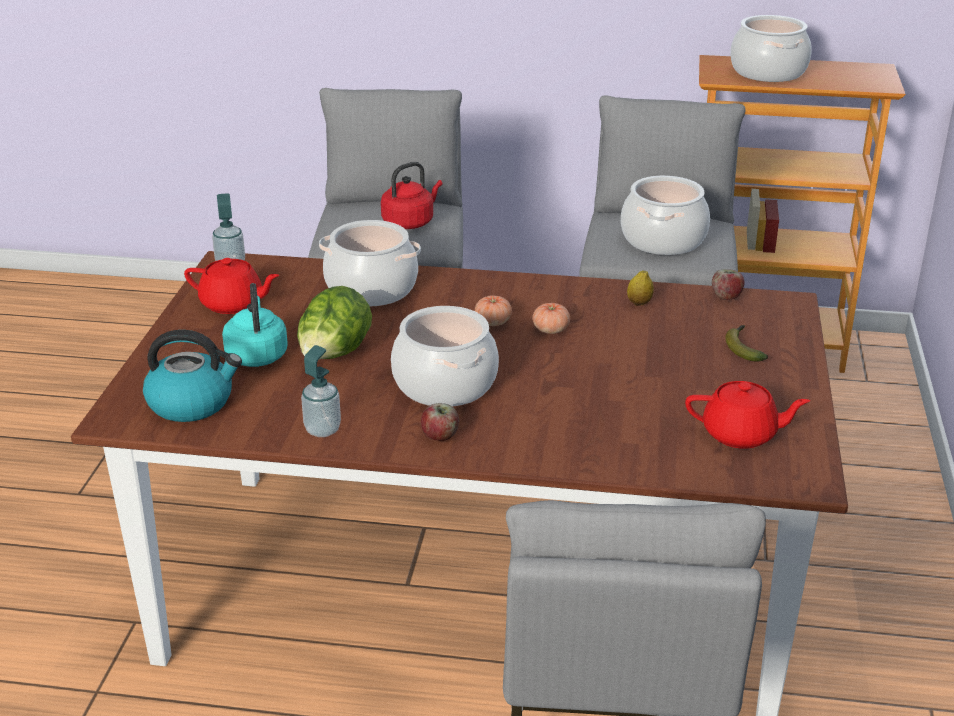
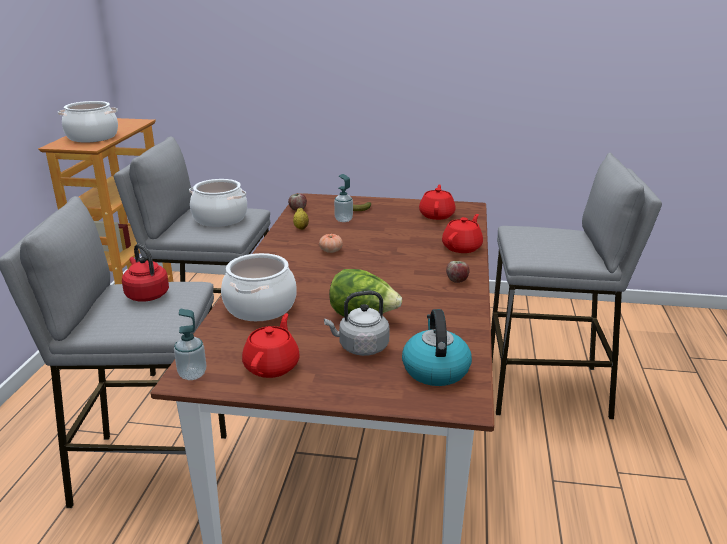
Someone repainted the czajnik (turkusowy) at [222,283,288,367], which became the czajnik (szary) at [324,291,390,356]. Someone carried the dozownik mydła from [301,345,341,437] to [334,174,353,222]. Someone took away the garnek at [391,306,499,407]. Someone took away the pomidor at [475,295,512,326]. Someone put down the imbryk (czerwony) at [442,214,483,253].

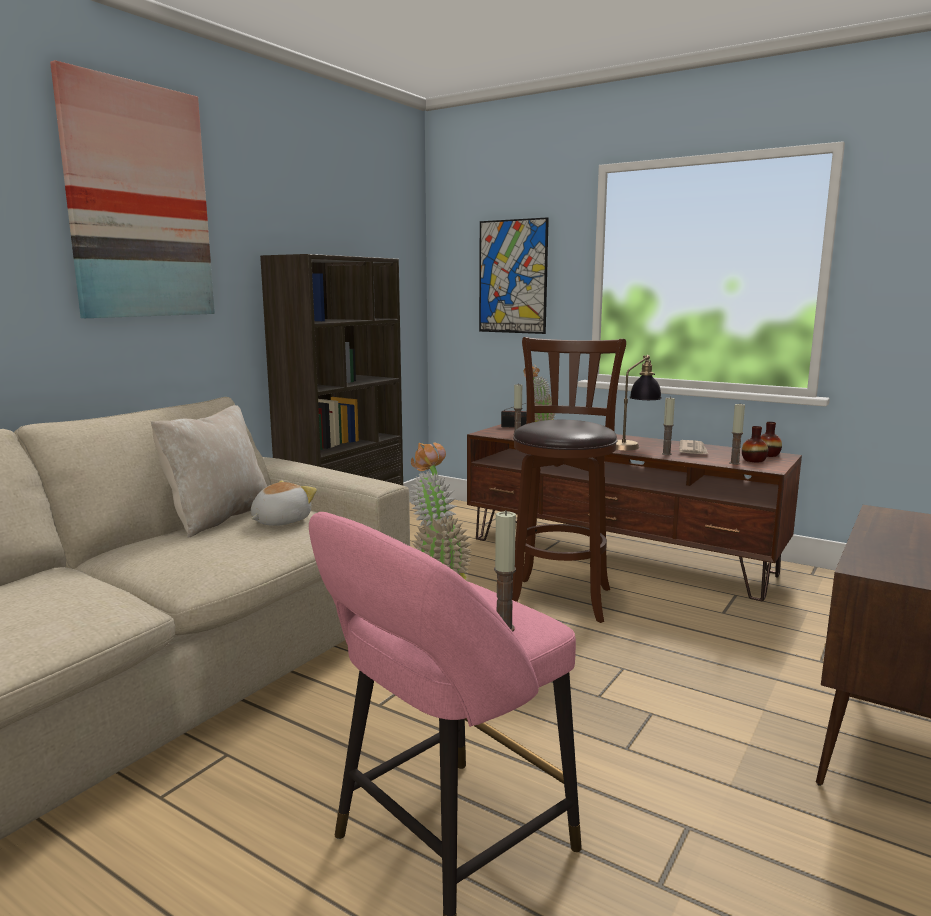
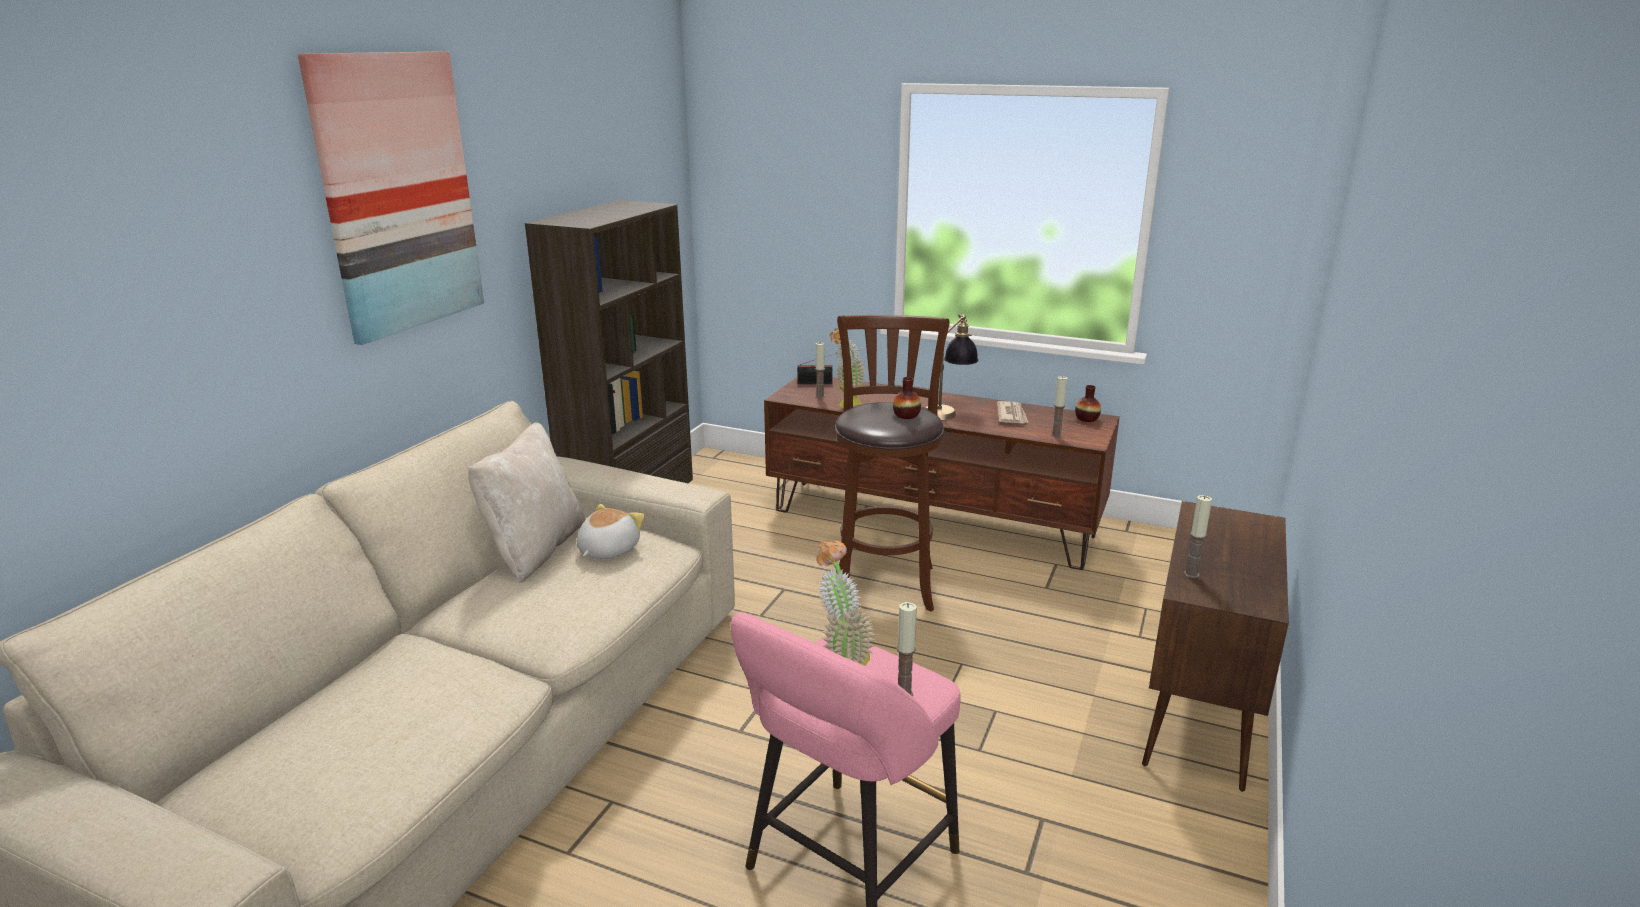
Someone took away the obraz at [479,217,549,334]. Someone carried the świeca from [662,397,675,455] to [1184,495,1212,578]. Someone carried the wazon from [742,426,768,462] to [893,377,921,419].

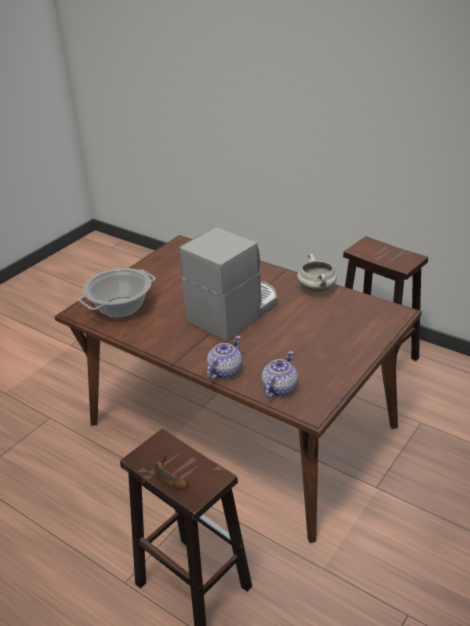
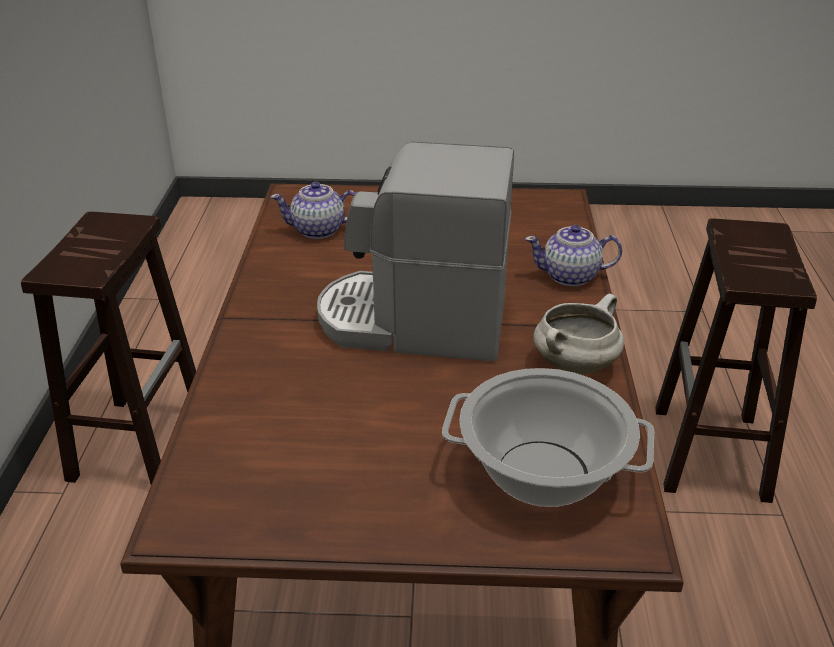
Someone took away the banan at [153,455,189,489]. Someone carried the imbryk from [261,351,298,398] to [270,182,356,239]. Someone carried the garnek (biały) from [297,254,337,292] to [533,294,624,375].

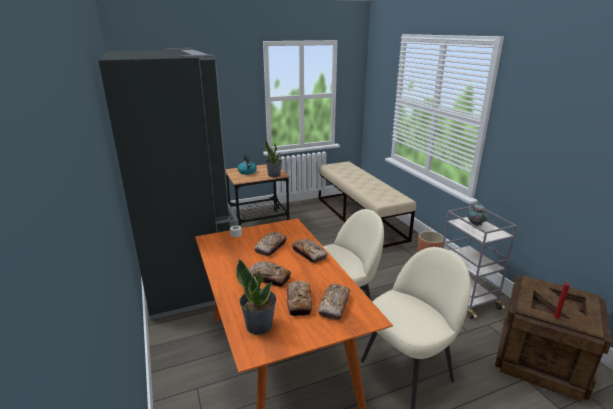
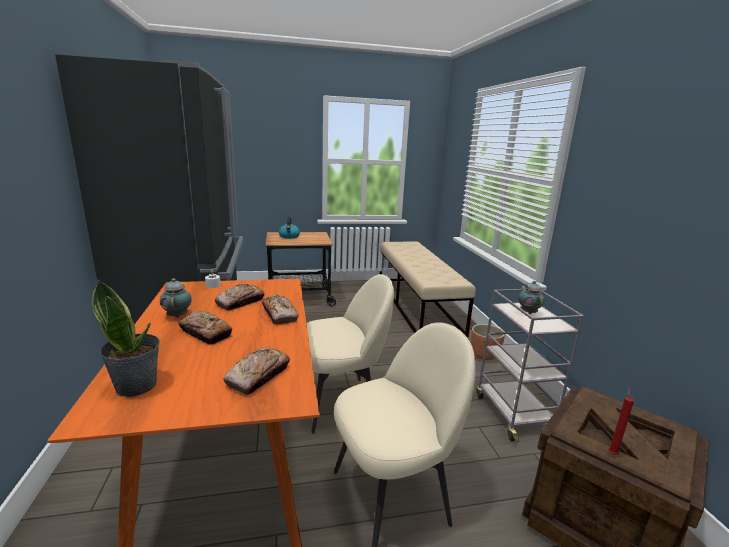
Someone took away the roślina doniczkowa at [265,141,282,177]. Someone took away the chleb at [287,281,312,316]. Someone put down the imbryk at [160,278,192,318].

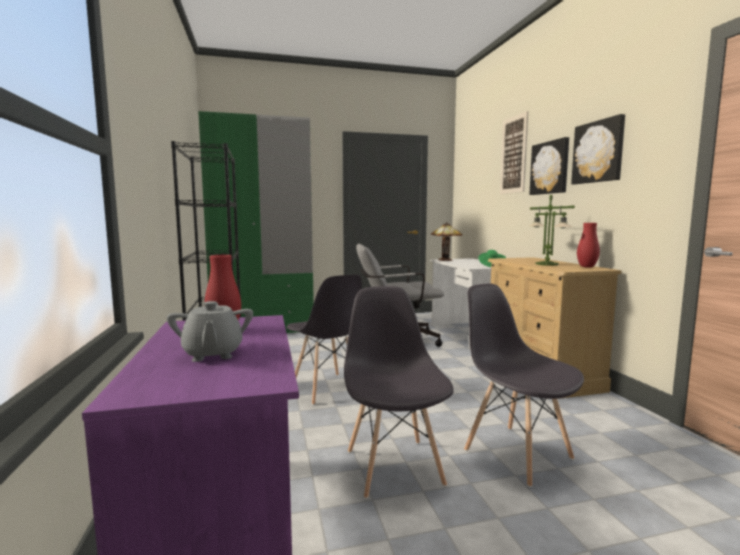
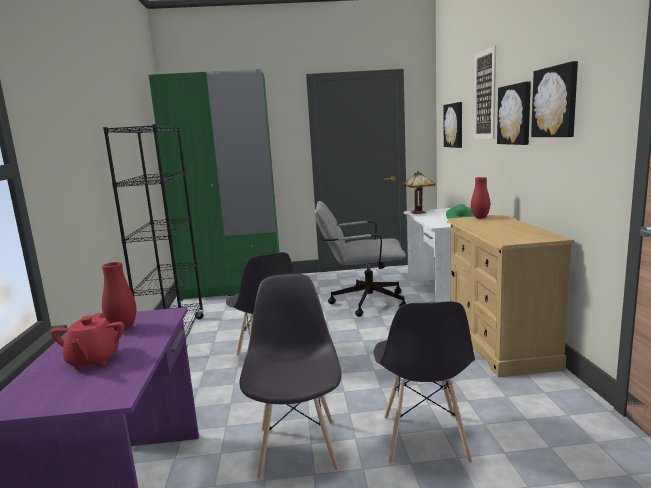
Someone repainted the imbryk (szary) at [167,301,253,362], which became the imbryk (czerwony) at [51,313,125,370]. Someone rotated the krzesło (szary) at [464,284,584,487] by 150 degrees counterclockwise. Someone took away the lampa stołowa at [529,195,575,266]. Someone carried the wazon (czerwony) from [577,223,600,267] to [471,177,490,219]. Someone put up the obraz at [444,102,462,148].

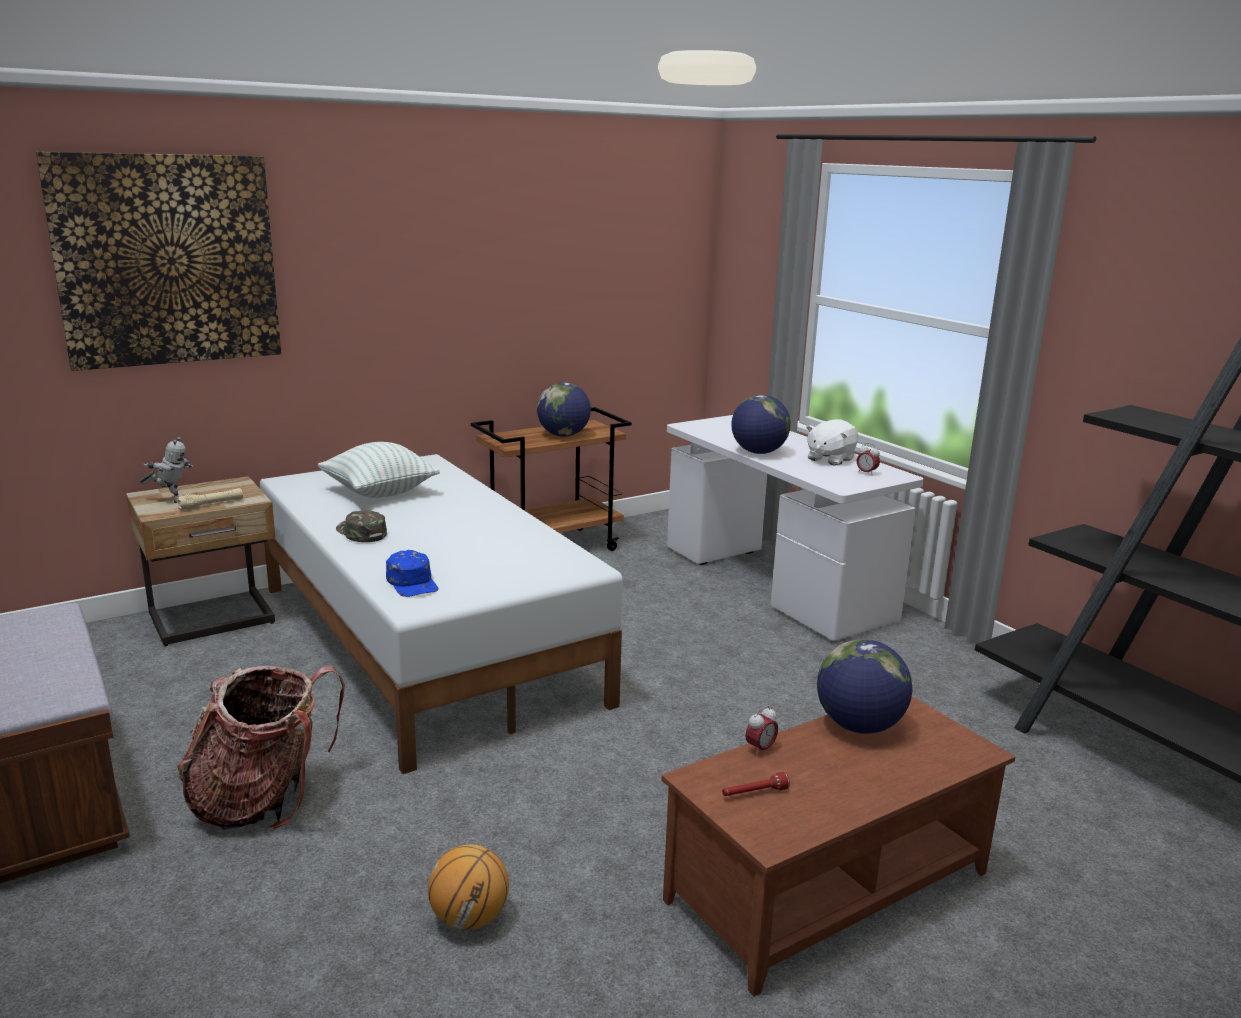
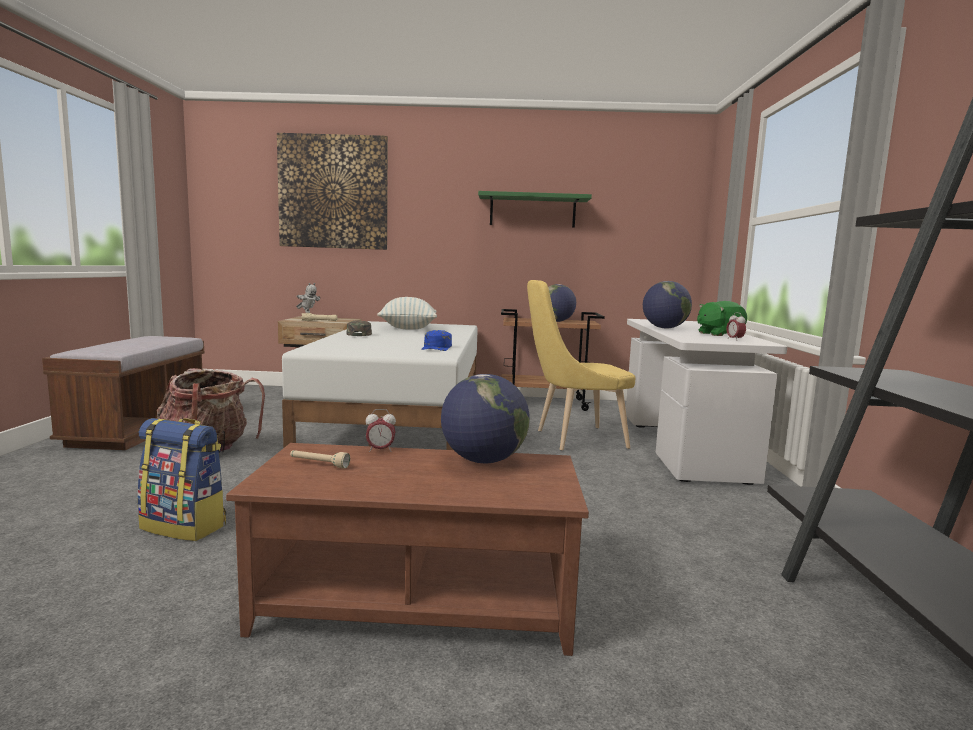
Someone carried the czapka z daszkiem (niebieski) from [386,550,439,597] to [421,330,452,351]. Someone swapped the piłka do koszykówki at [428,844,509,930] for the plecak at [137,418,226,541]. Someone repainted the latarka (czerwony) at [722,772,790,796], which became the latarka (beżowy) at [290,450,350,468]. Someone repainted the pluszak (biały) at [806,419,858,466], which became the pluszak (zielony) at [697,301,747,336]. Someone put up the półka (zielony) at [478,191,592,228]. Someone put down the krzesło (żółty) at [527,280,635,451].

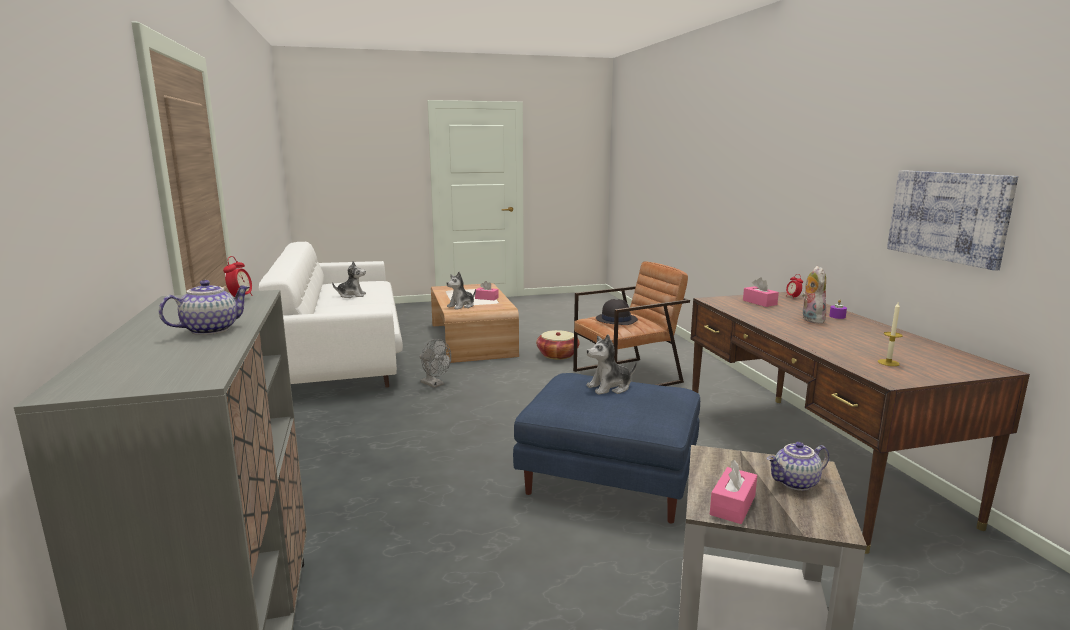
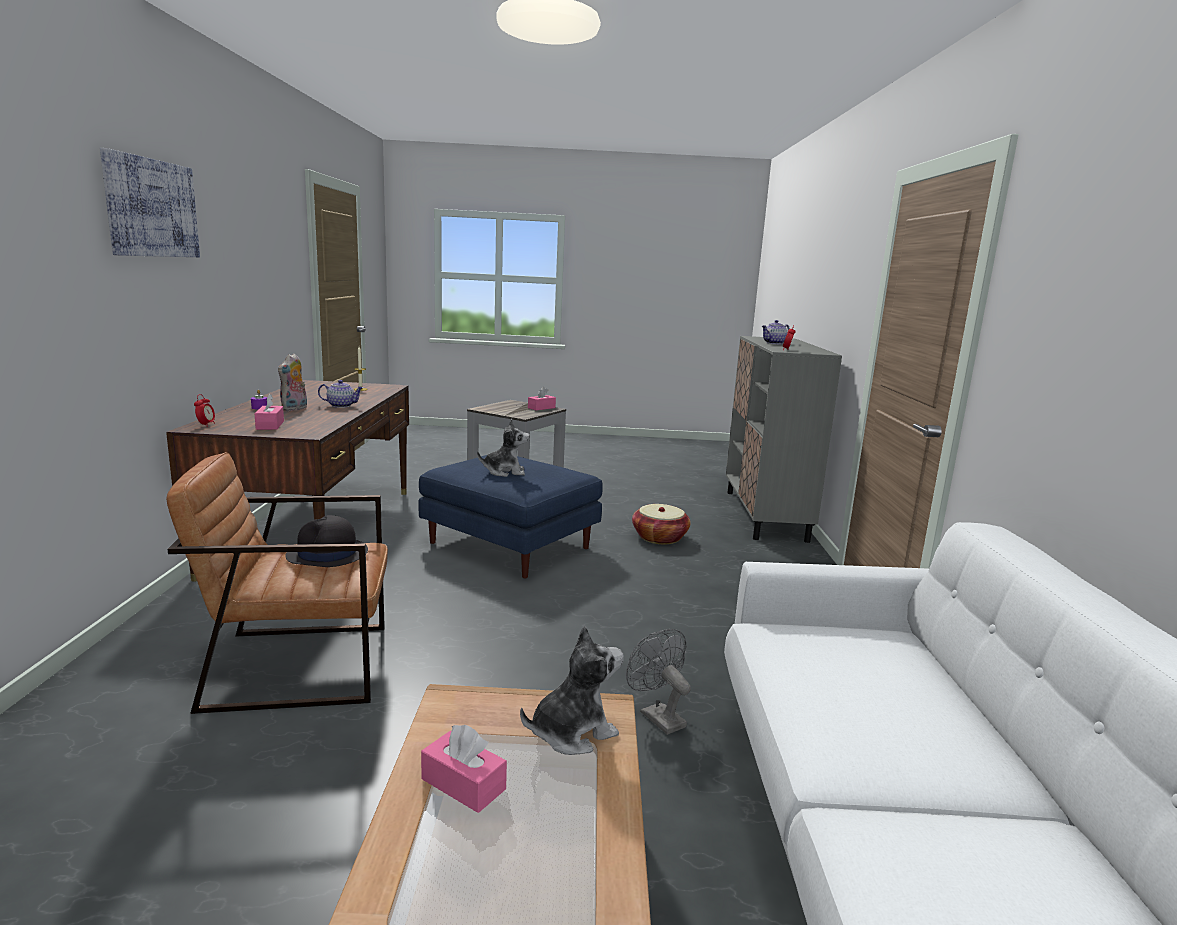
Someone took away the pluszak at [332,261,366,298]. Someone carried the koszyk from [536,330,580,359] to [632,504,691,544]. Someone carried the imbryk from [767,442,829,491] to [318,380,363,408]. Someone carried the obraz from [887,170,1018,271] to [100,148,200,257].

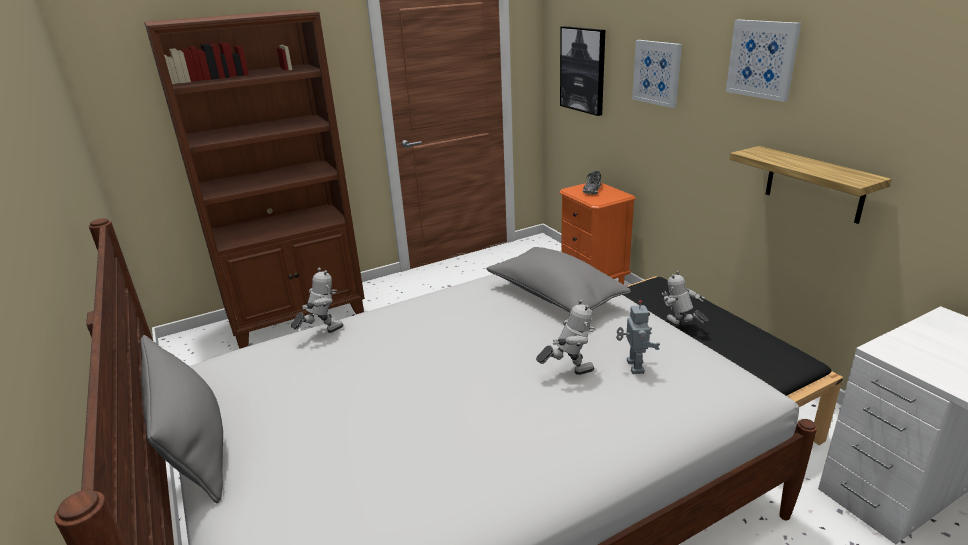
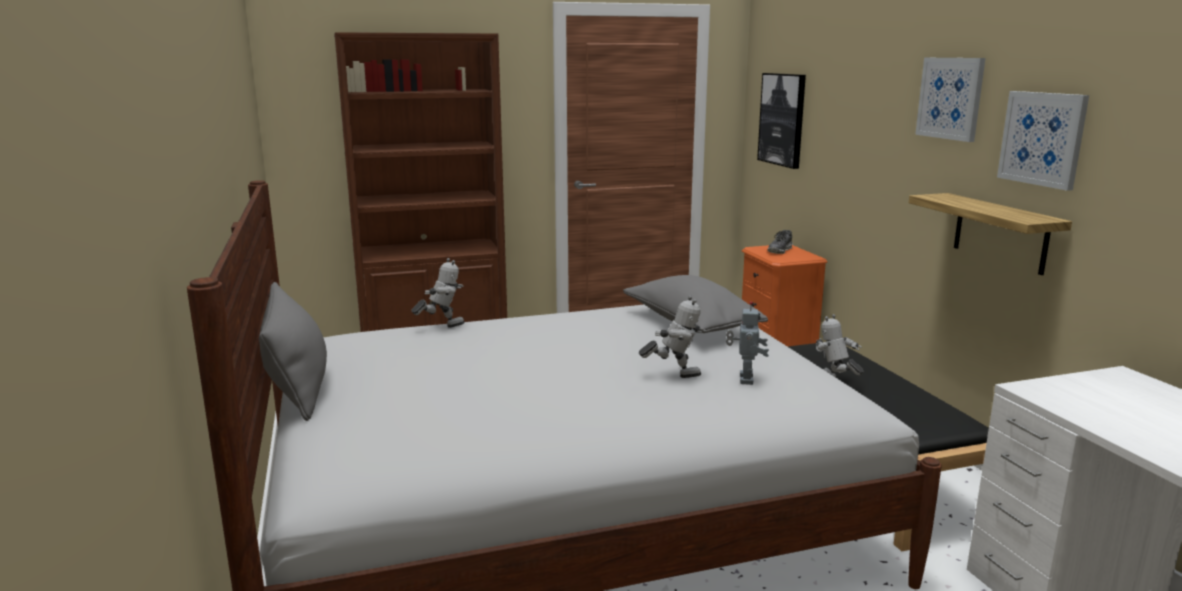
Someone carried the obraz from [632,40,682,108] to [997,91,1089,191].

